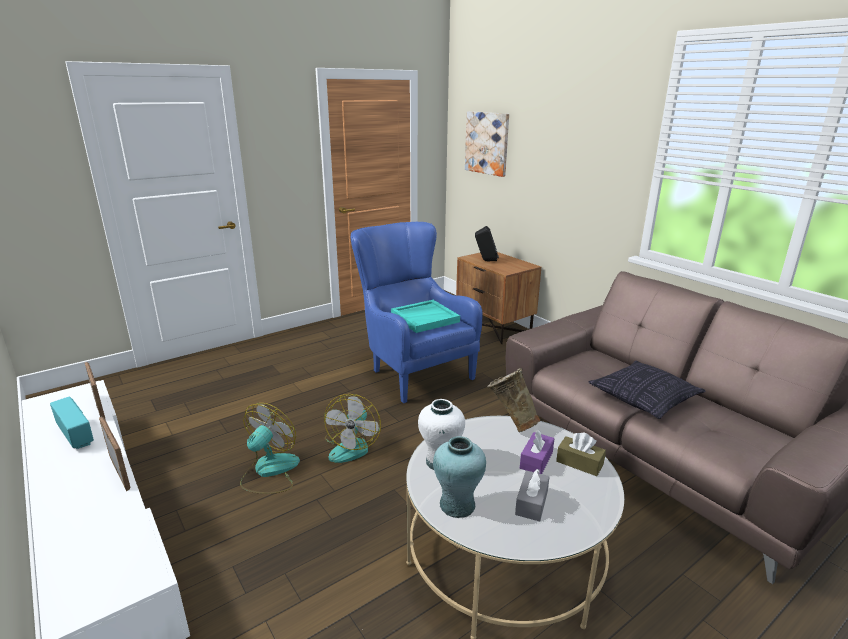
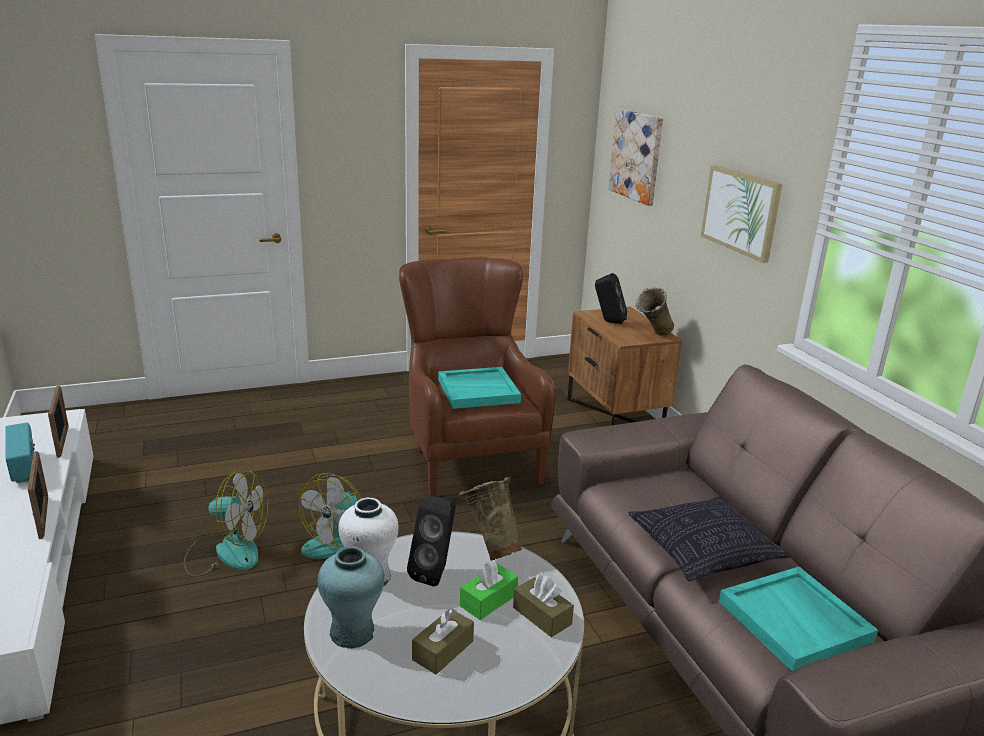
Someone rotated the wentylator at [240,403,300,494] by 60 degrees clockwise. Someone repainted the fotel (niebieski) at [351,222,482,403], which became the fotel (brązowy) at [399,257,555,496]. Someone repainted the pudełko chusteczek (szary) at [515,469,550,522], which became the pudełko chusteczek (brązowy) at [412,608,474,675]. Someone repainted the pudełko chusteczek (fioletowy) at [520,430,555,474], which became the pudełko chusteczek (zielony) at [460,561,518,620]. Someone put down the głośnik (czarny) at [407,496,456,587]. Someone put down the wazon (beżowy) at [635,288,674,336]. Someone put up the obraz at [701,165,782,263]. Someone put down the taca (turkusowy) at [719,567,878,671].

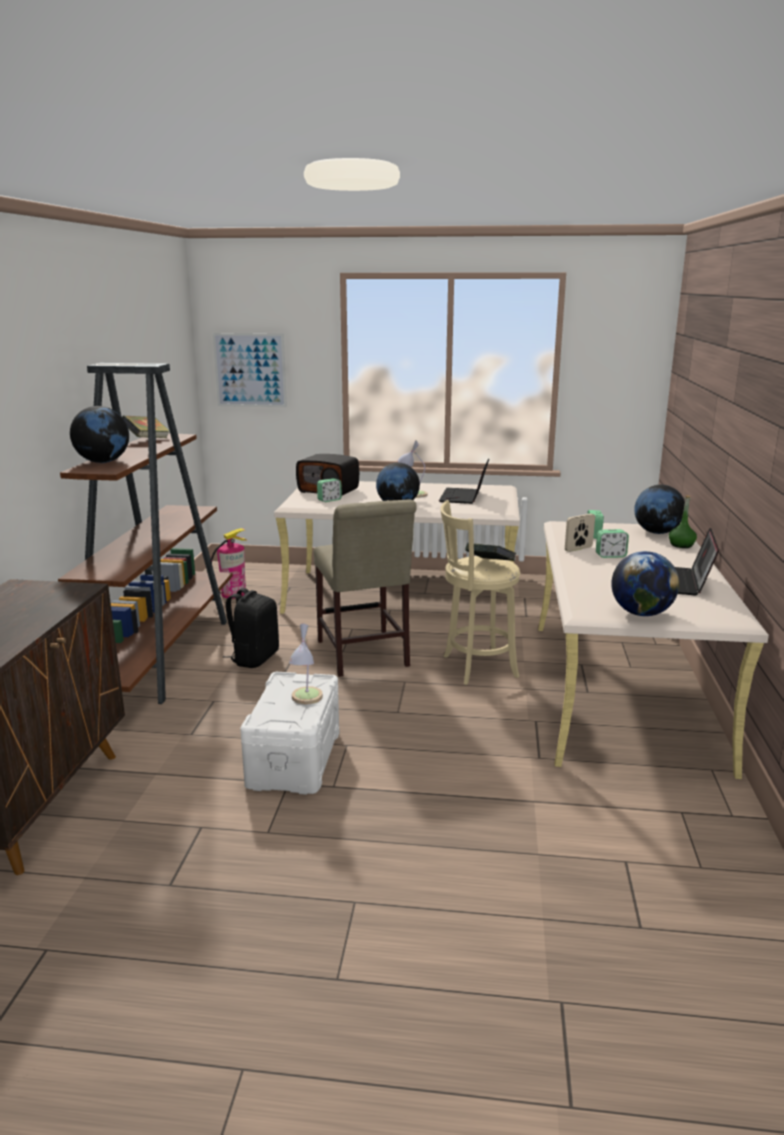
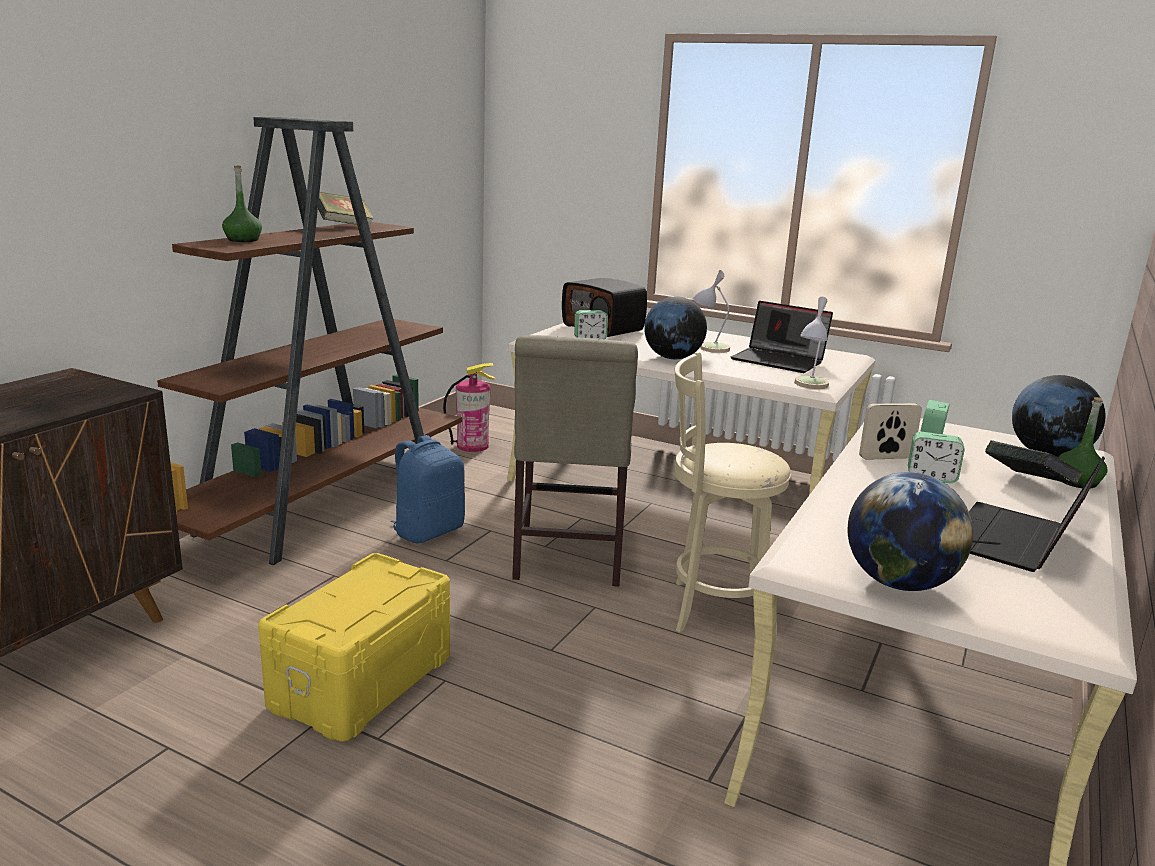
Someone swapped the globus at [70,406,129,463] for the butelka (zielony) at [222,166,262,242]. Someone took away the obraz at [213,333,287,407]. Someone repainted the plecak (czarny) at [223,588,279,668], which became the plecak (niebieski) at [391,435,465,543]. Someone repainted the pojemnik do przechowywania (biały) at [240,672,339,795], which became the pojemnik do przechowywania (żółty) at [258,553,450,742]. Someone carried the lampa stołowa from [289,623,323,704] to [794,297,829,389]. Someone rotated the laptop at [439,459,489,504] by 90 degrees counterclockwise. Someone carried the książka from [465,543,517,561] to [985,440,1083,485].

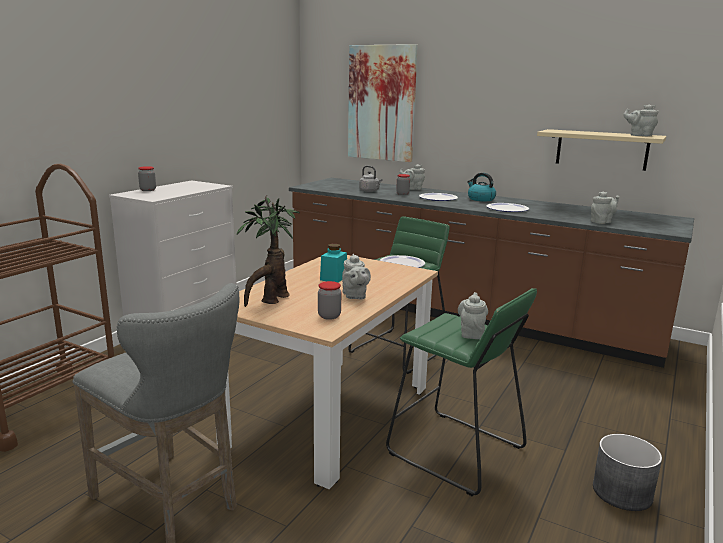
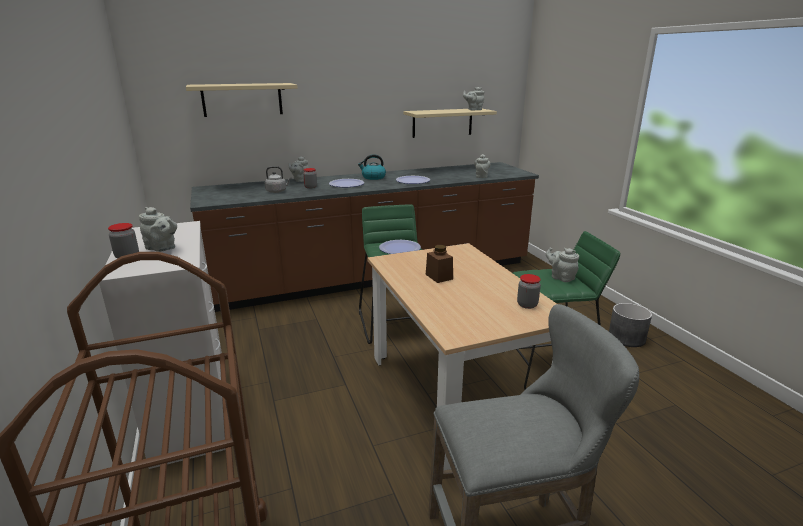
Someone took away the roślina doniczkowa at [236,195,299,307]. Someone repainted the słoik (turkusowy) at [320,244,347,283], which became the słoik (brązowy) at [426,245,453,283]. Someone carried the imbryk (szary) from [342,254,371,299] to [139,207,177,252]. Someone swapped the obraz at [348,44,418,162] for the półka (beżowy) at [186,83,298,117].

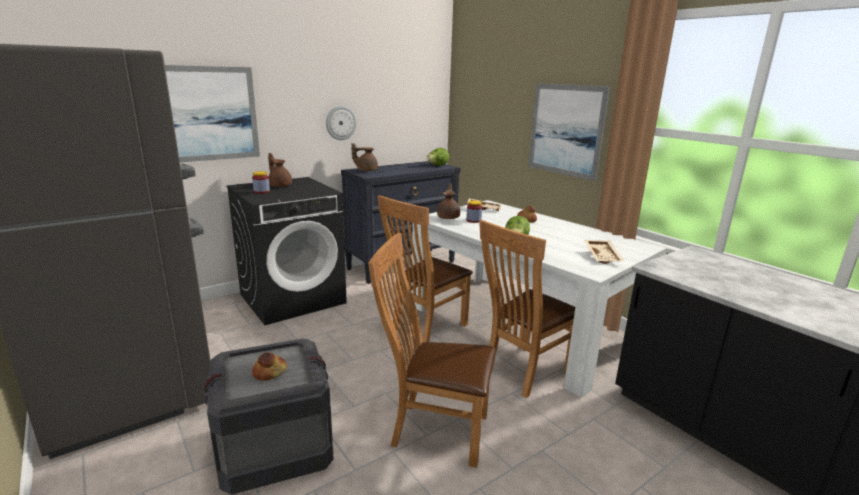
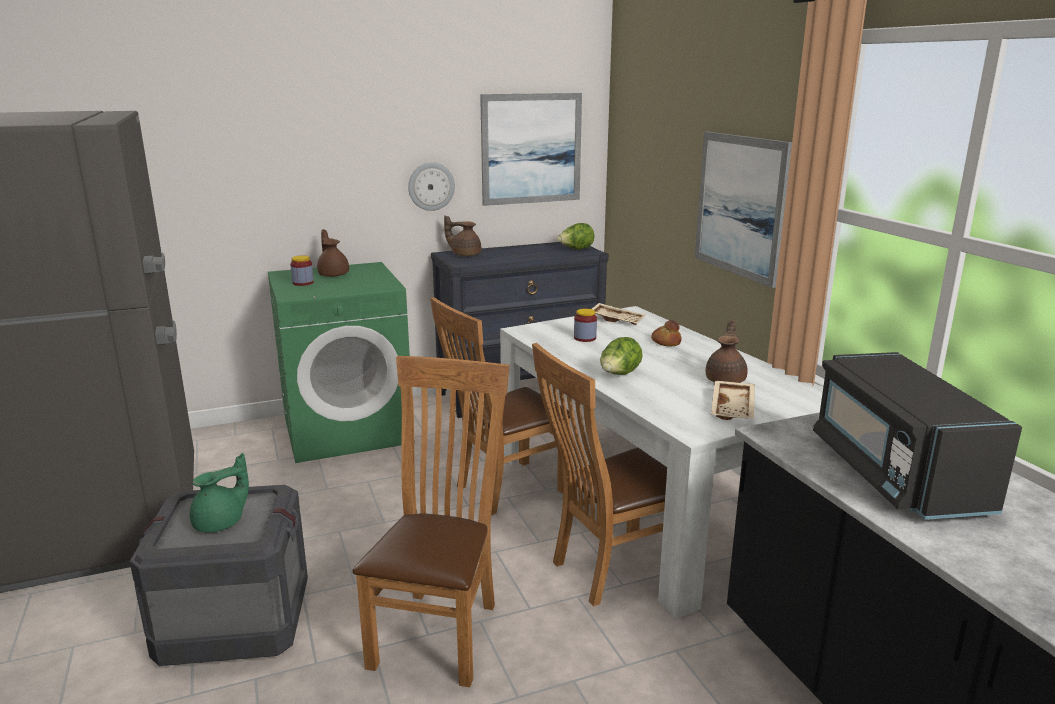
Someone carried the obraz from [165,65,260,162] to [480,93,582,206]. Someone repainted the pralka (czarny) at [227,177,347,325], which became the pralka (zielony) at [268,262,415,463]. Someone swapped the chleb at [252,352,287,381] for the imbryk (zielony) at [190,453,249,532]. Someone rotated the krzesło (brązowy) at [368,233,496,468] by 75 degrees clockwise. Someone carried the imbryk (brązowy) from [437,183,460,219] to [706,319,748,383]. Someone put down the mikrofalówka (czarny) at [813,352,1022,520].

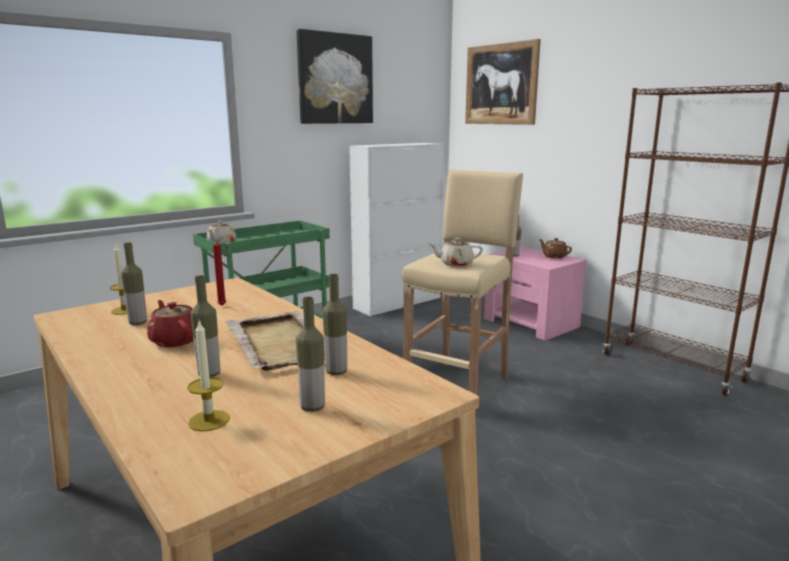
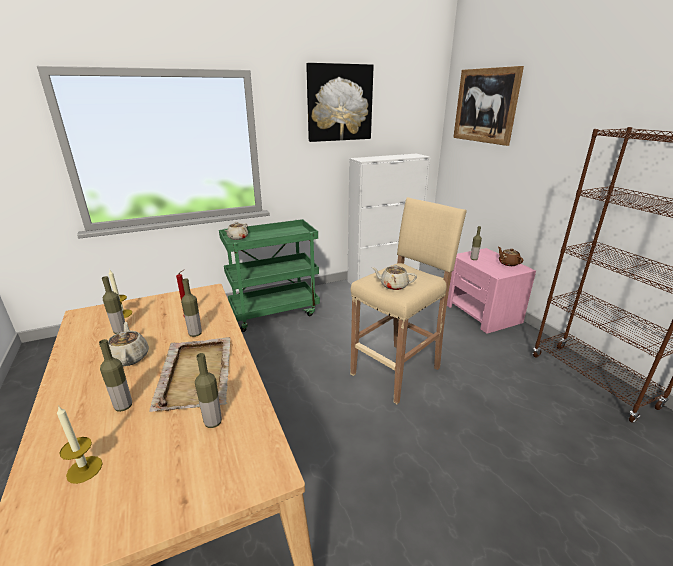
Someone repainted the imbryk (czerwony) at [147,300,194,347], which became the imbryk (beżowy) at [108,322,149,366]. Someone carried the butelka from [296,297,325,412] to [181,278,202,337].

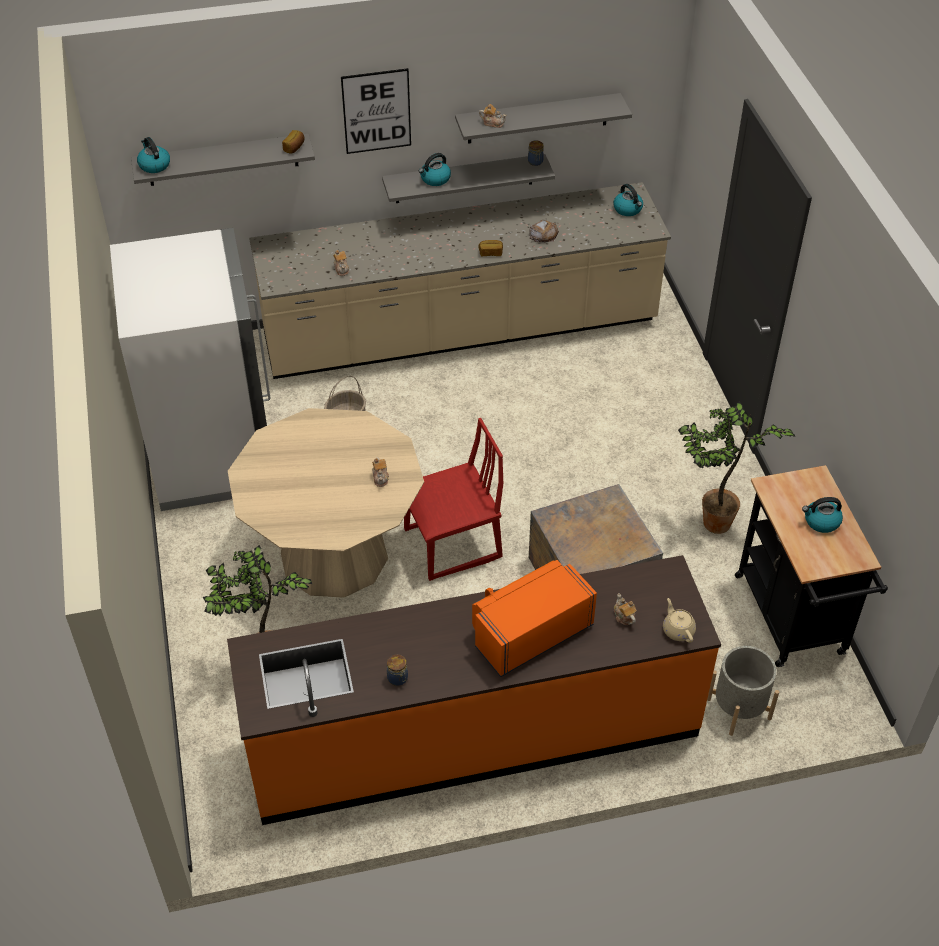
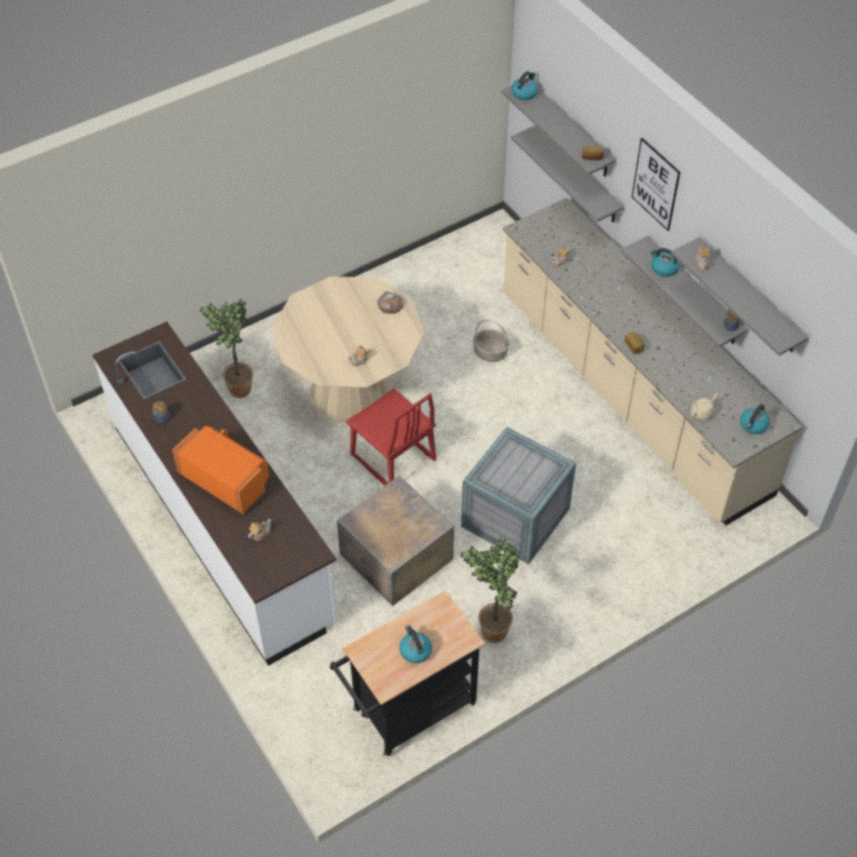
Someone took away the lodówka (biały) at [110,228,270,511]. Someone repainted the zabudowa kuchenna (pomarańczowy) at [227,555,721,825], which became the zabudowa kuchenna (biały) at [92,321,337,666]. Someone carried the chleb from [530,220,559,242] to [377,291,403,314]. Someone carried the imbryk (beżowy) from [663,598,696,643] to [690,393,718,420]. Someone took away the donica (szary) at [707,646,779,736]. Someone put down the skrzynka at [461,427,576,564]. Someone put up the półka (szary) at [511,125,624,222].

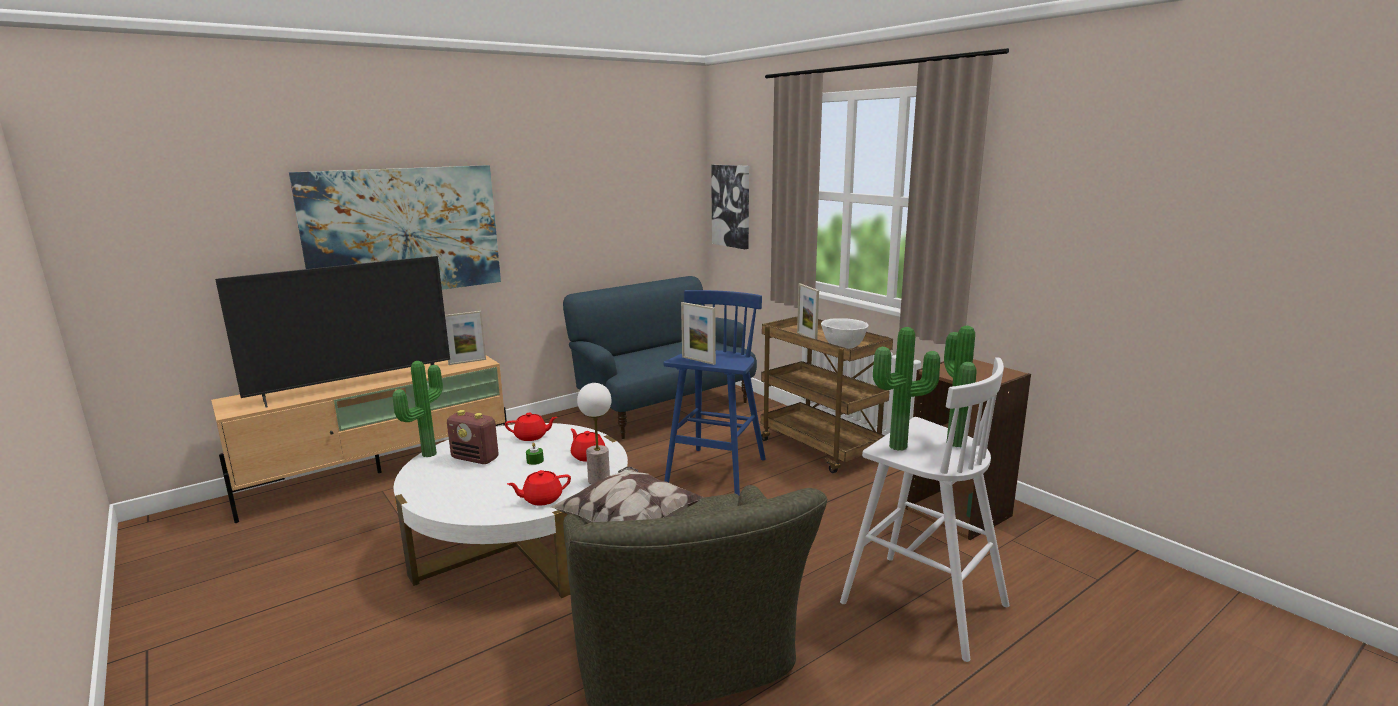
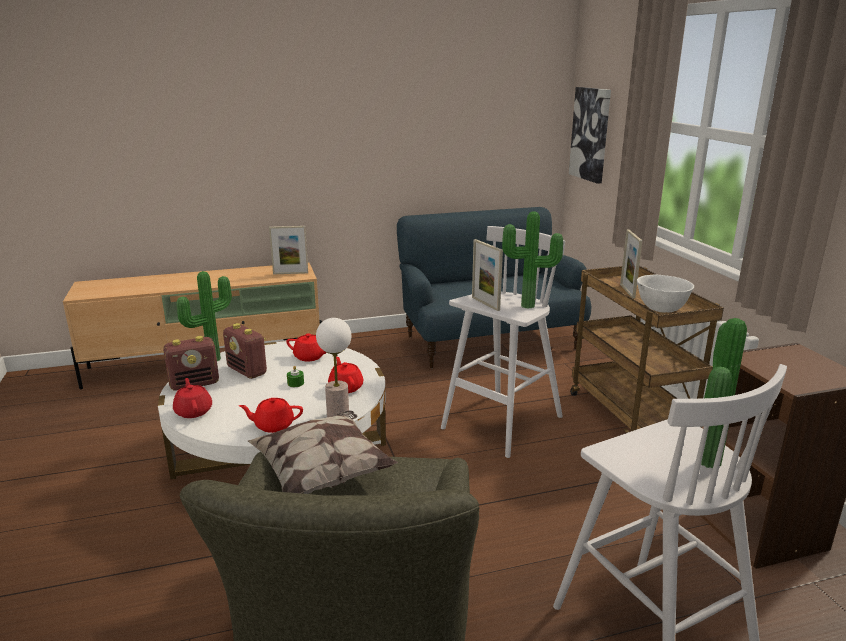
Someone took away the telewizor at [215,256,450,407]. Someone took away the obraz at [289,165,501,290]. Someone repainted the stołek (niebieski) at [663,290,766,496], which became the stołek (biały) at [441,226,565,458]. Someone carried the roślina doniczkowa from [873,327,940,451] to [502,211,563,309]. Someone put down the radio at [163,336,219,391]. Someone put down the imbryk (czerwony) at [173,378,212,418].

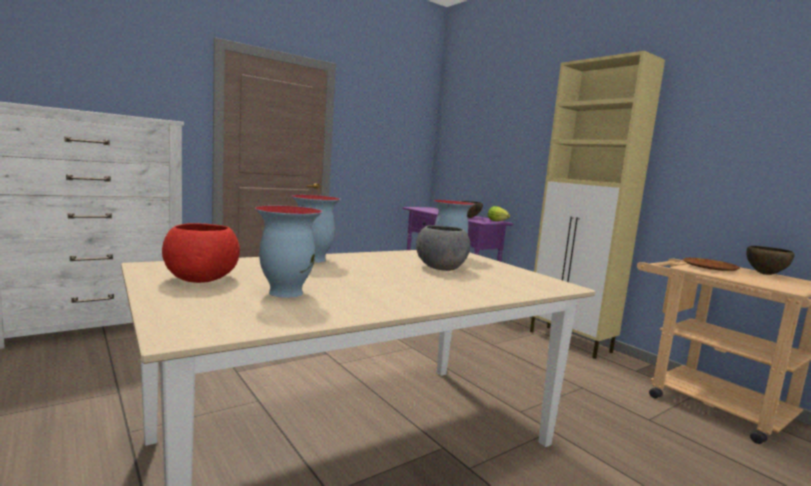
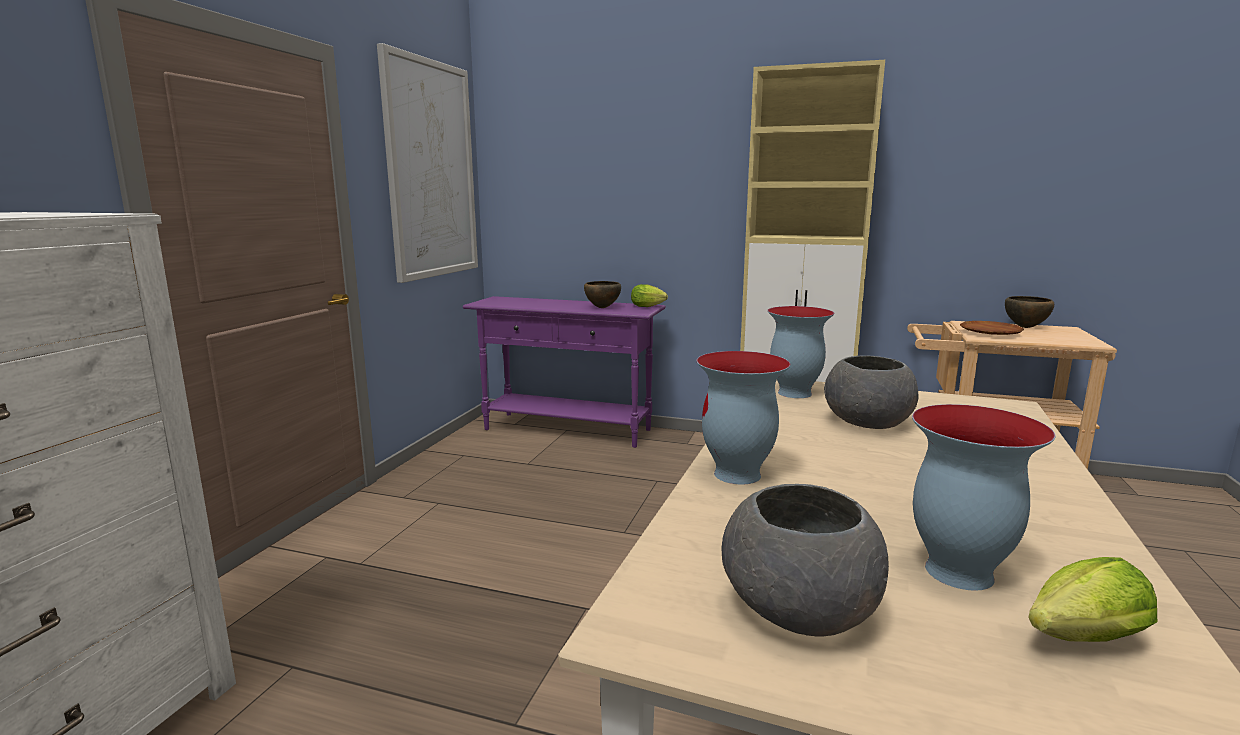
Someone repainted the miska (czerwony) at [162,223,240,283], which became the miska (szary) at [721,484,889,636]. Someone put up the obraz at [377,43,478,283]. Someone put down the sałata at [1028,557,1157,642].

